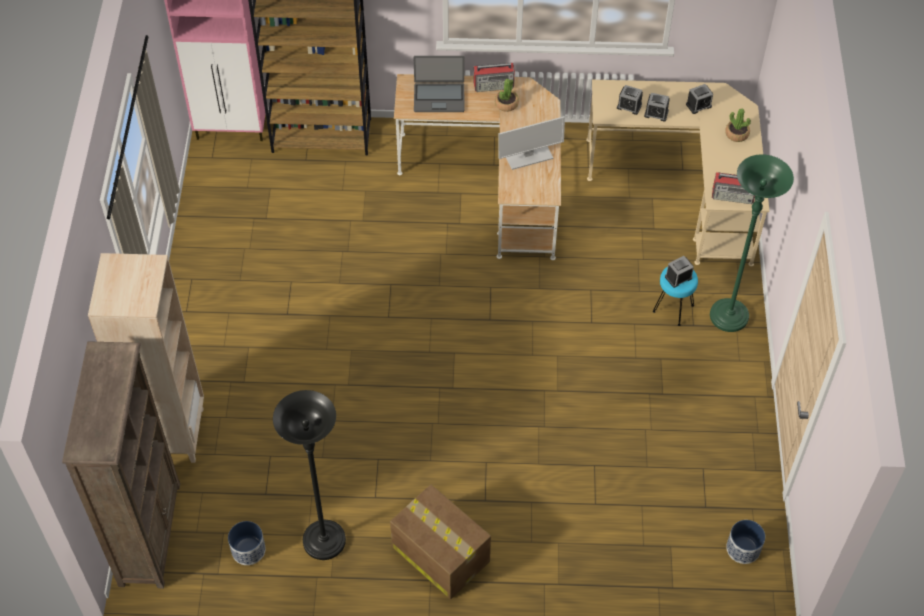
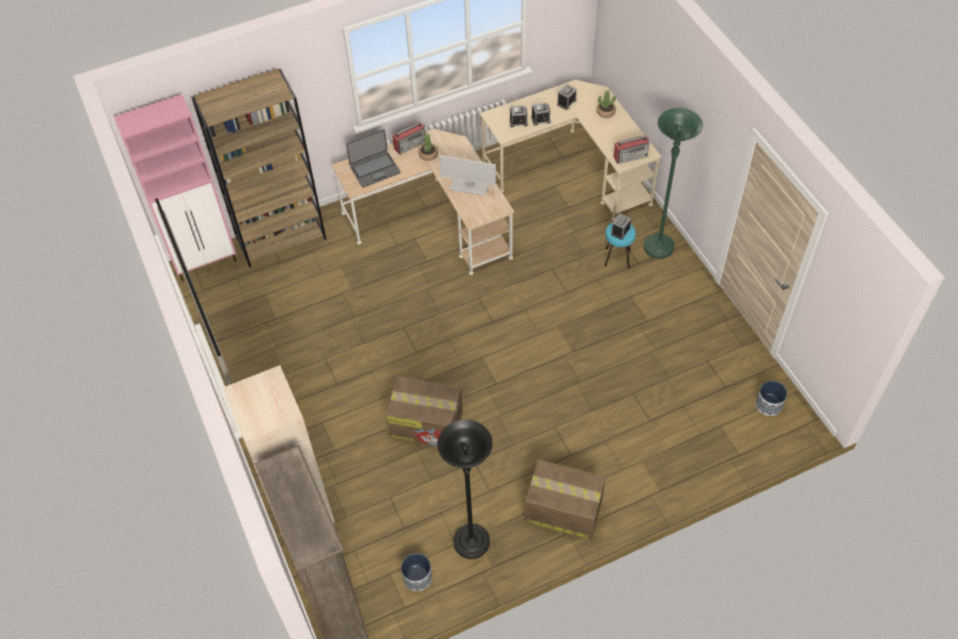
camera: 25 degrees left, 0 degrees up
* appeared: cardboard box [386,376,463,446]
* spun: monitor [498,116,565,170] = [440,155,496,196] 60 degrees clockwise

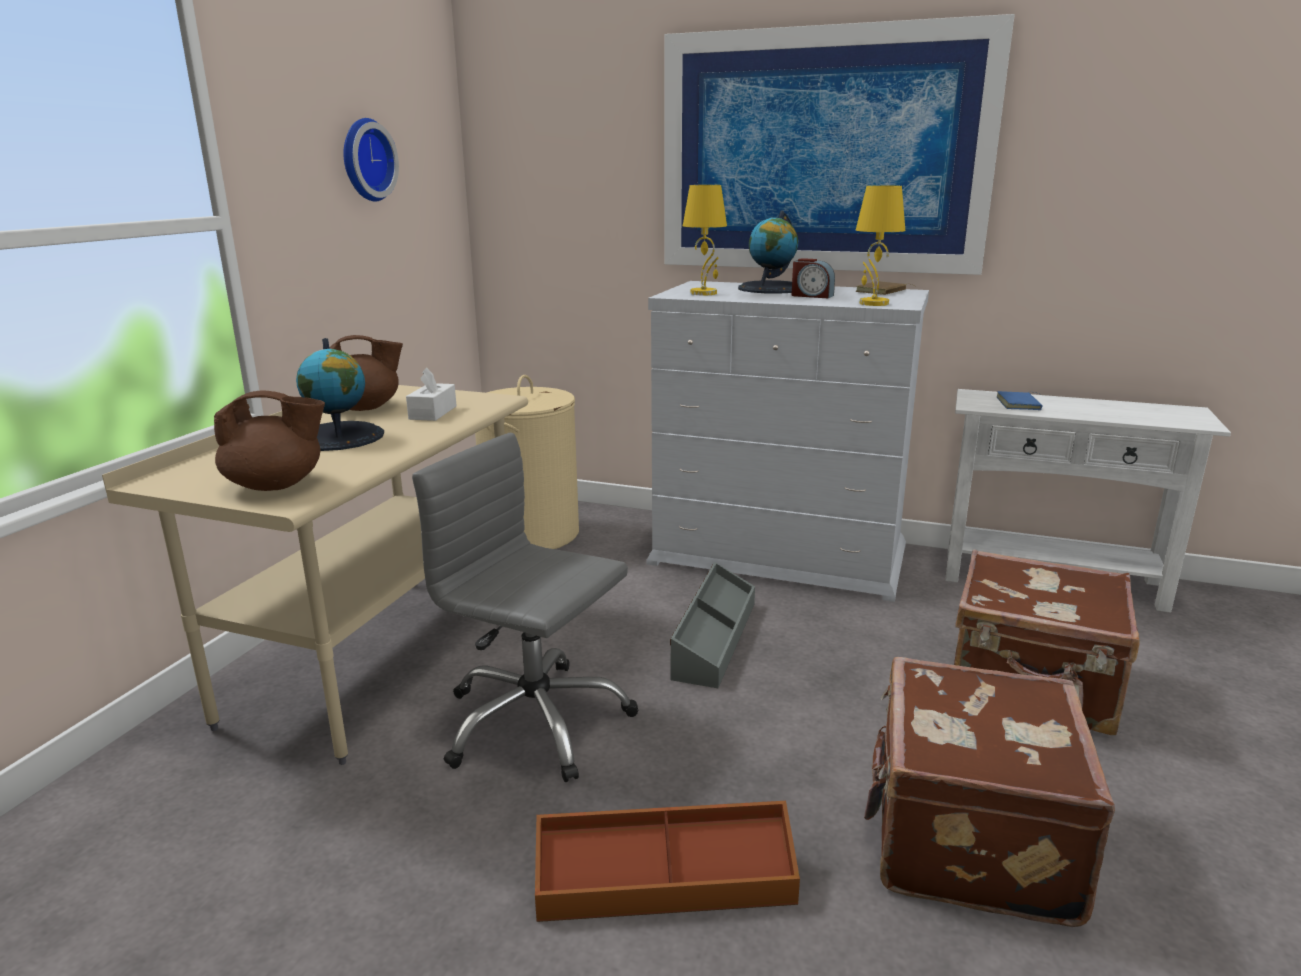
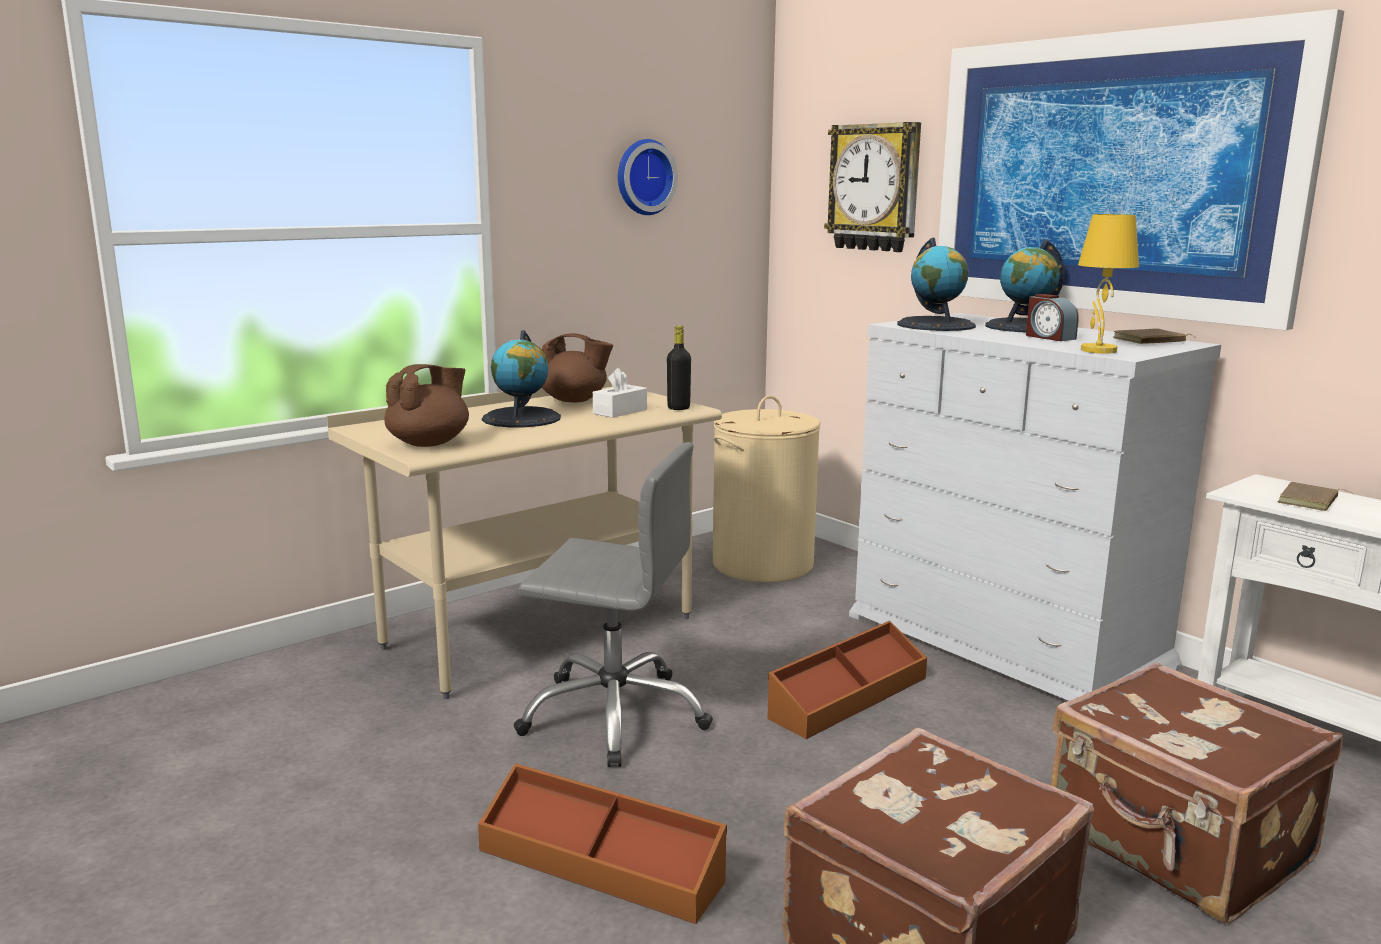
camera: 30 degrees right, 5 degrees down
* spun: teapot in brown [214,390,325,491] = [384,364,469,447] 75 degrees counterclockwise
* spun: office chair in grey [412,433,638,782] = [514,442,713,767] 135 degrees clockwise
* appeared: bottle in black [667,326,691,410]
* colour: storage box in grey [670,562,755,688] to storage box in brown [767,621,927,739]
* appeared: wall clock [824,122,921,252]
* exchanged: table lamp in yellow [683,185,727,295] to globe [897,238,976,331]
* colour: book in blue [997,391,1043,410] to book in brown [1278,482,1353,511]

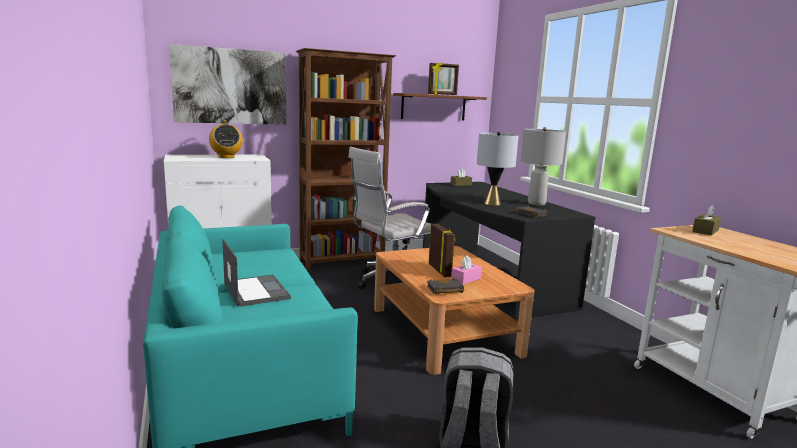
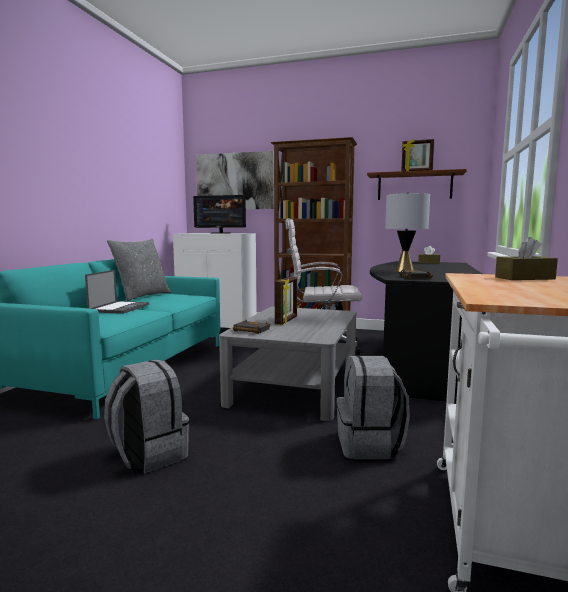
camera: 40 degrees right, 5 degrees down
* appeared: pillow in grey [107,239,171,301]
* exchanged: radio [209,120,243,158] to monitor [193,195,246,234]
* colour: coffee table in brown [374,246,535,375] to coffee table in grey [219,307,357,421]
* appeared: backpack in grey [336,355,410,459]
* missing: tissue box in pink [451,255,482,285]
* missing: table lamp in grey [521,127,566,205]

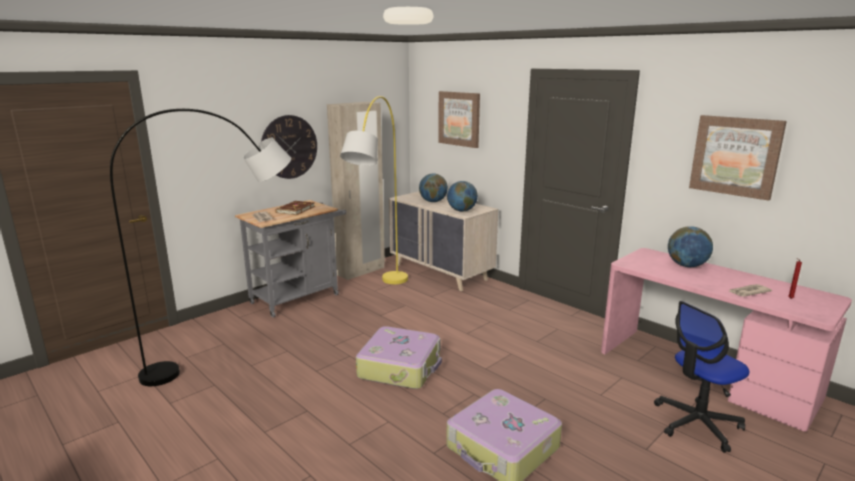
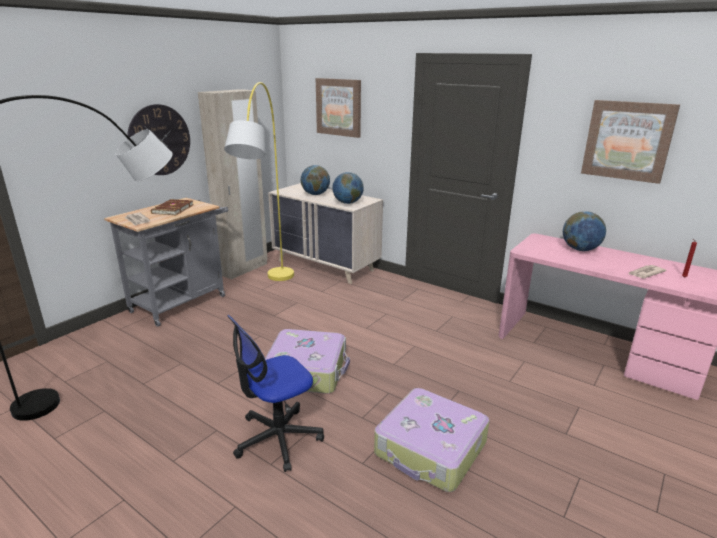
camera: 10 degrees left, 5 degrees up
* relocated: office chair [654,301,749,453] to [227,315,324,472]

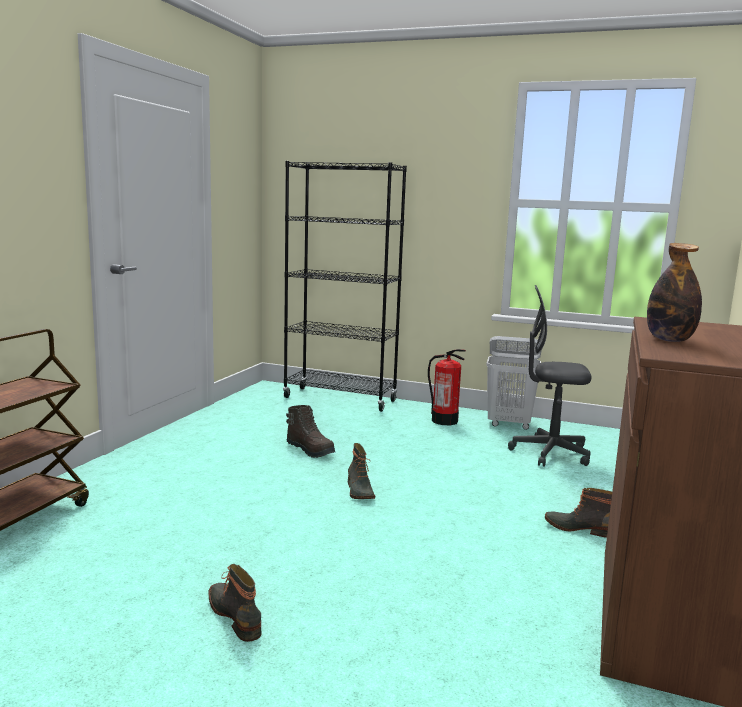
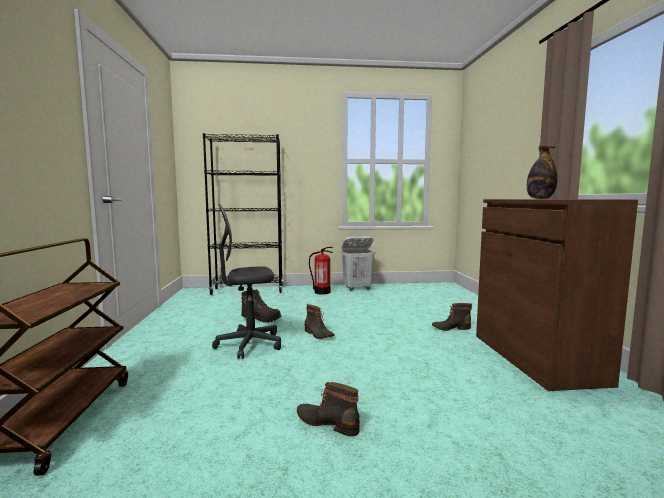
camera: 25 degrees left, 5 degrees down
* relocated: office chair in grey [508,285,591,467] to [212,204,281,359]

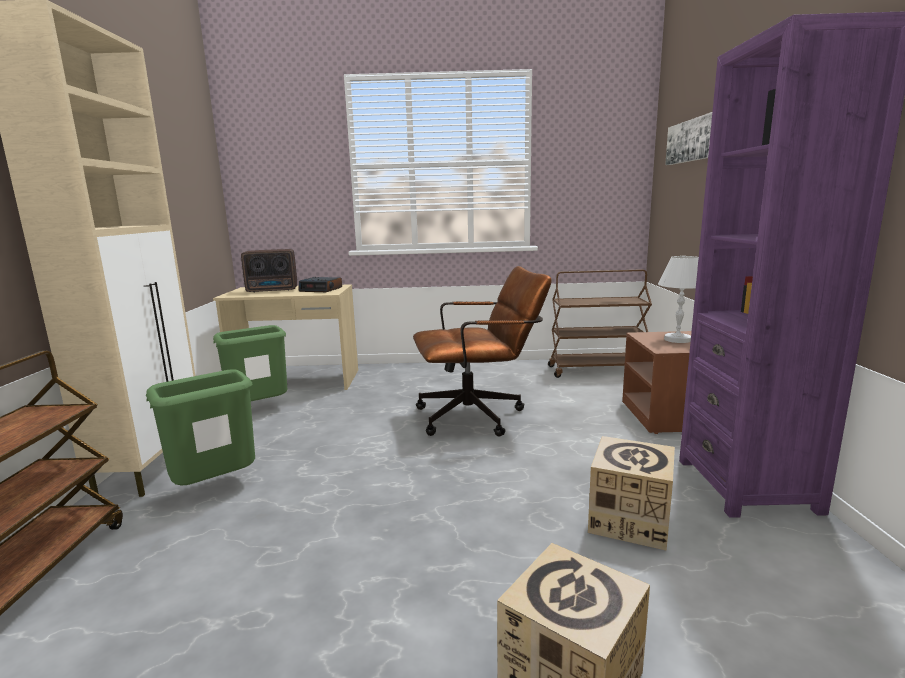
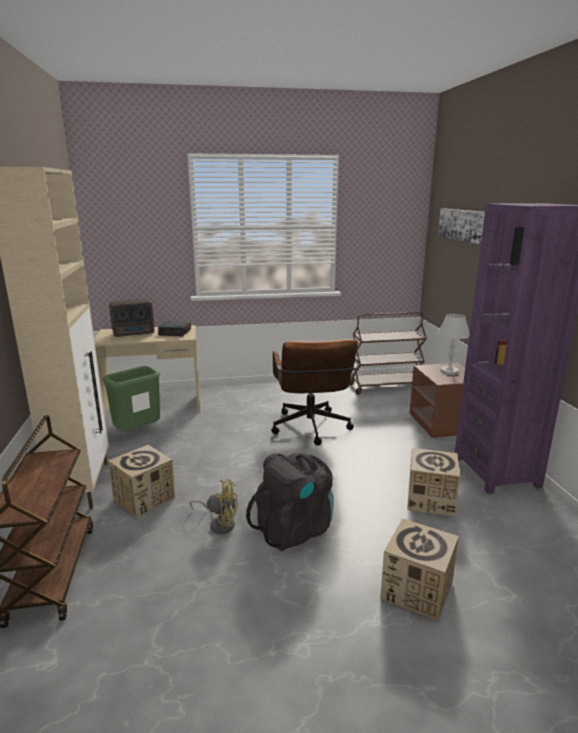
camera: 10 degrees left, 5 degrees up
* exchanged: trash can in green [146,369,255,489] to cardboard box [108,445,175,518]
* appeared: fan in yellow [189,479,238,534]
* appeared: backpack in black [246,453,334,551]
* spun: office chair in brown [413,266,552,437] = [271,339,358,445] 105 degrees clockwise

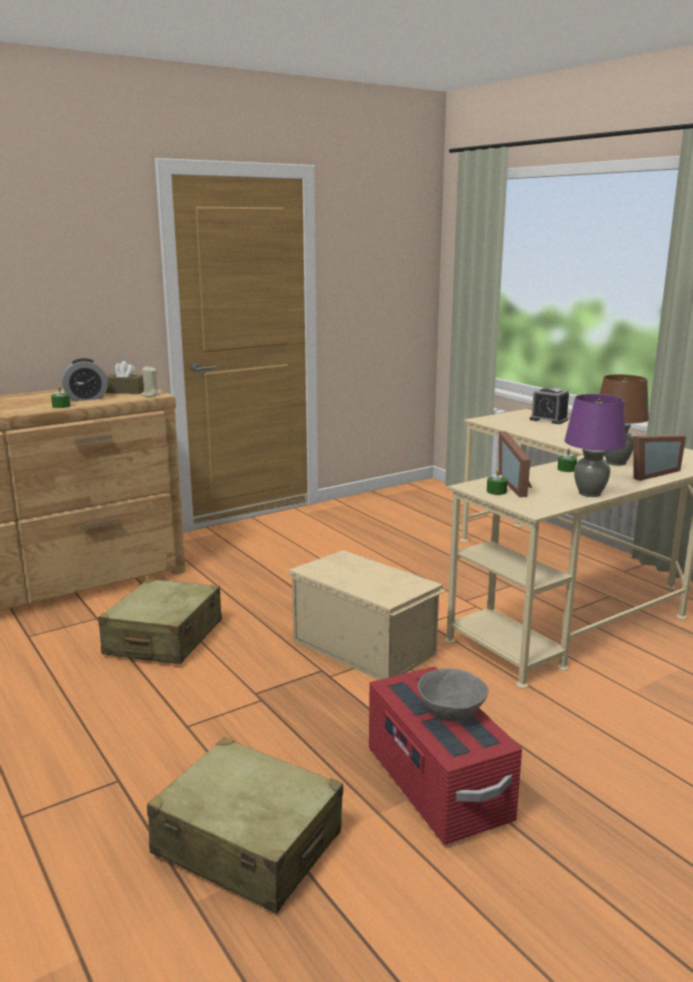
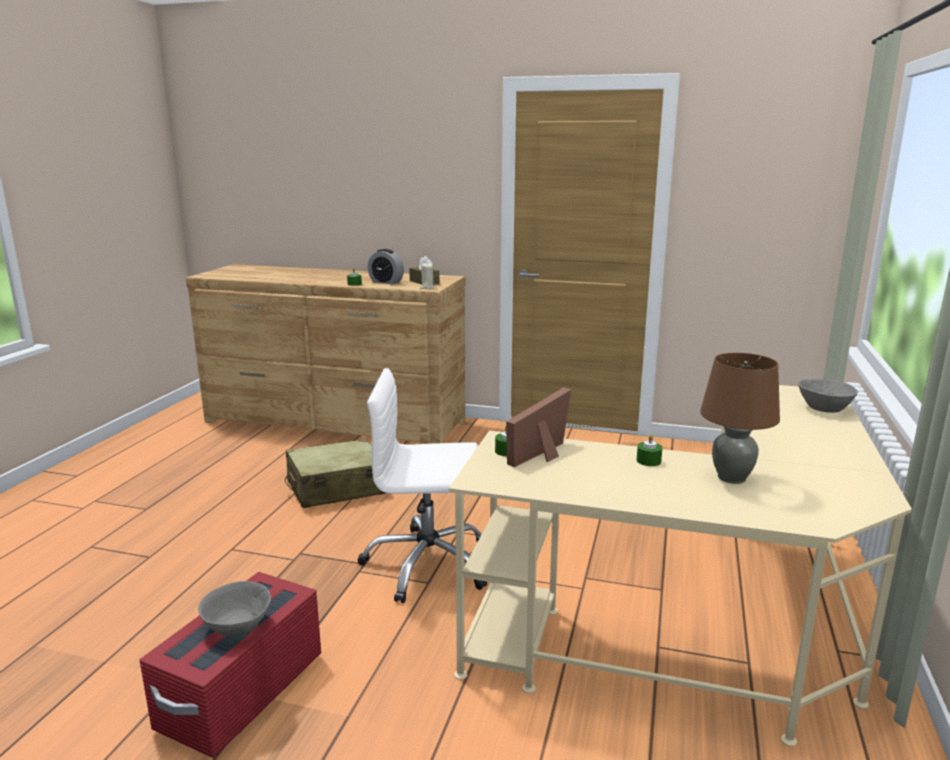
camera: 50 degrees right, 0 degrees up
* exchanged: storage box in beige [288,550,446,680] to office chair in white [357,368,487,603]
* exchanged: alarm clock [530,387,569,424] to bowl in grey [798,379,858,413]
* missing: suitcase in beige [147,737,343,914]
* missing: table lamp in purple [565,394,626,497]
* missing: picture frame [633,435,686,481]

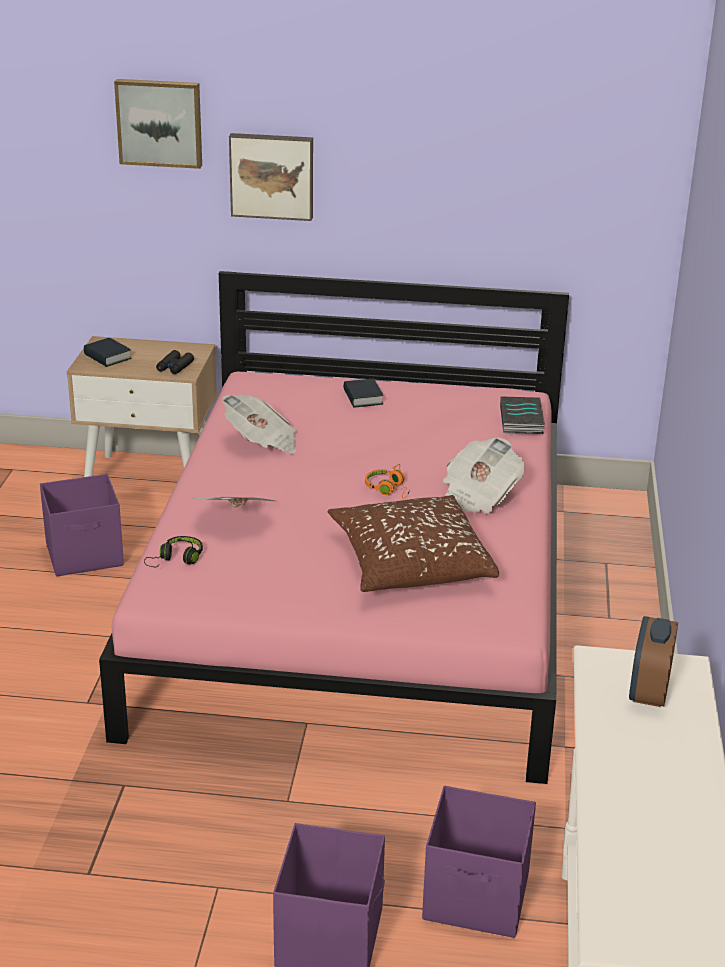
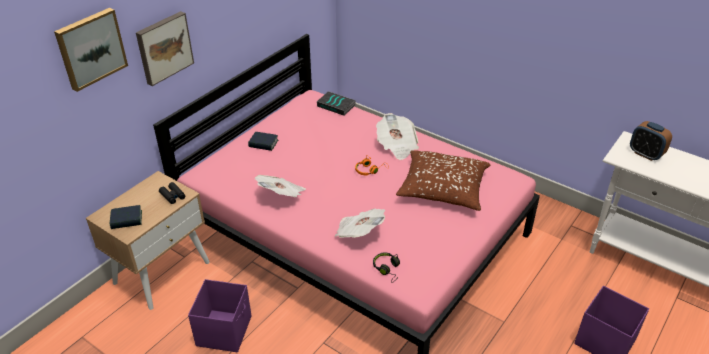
camera: 60 degrees left, 10 degrees up
* missing: storage box in purple [422,785,536,938]

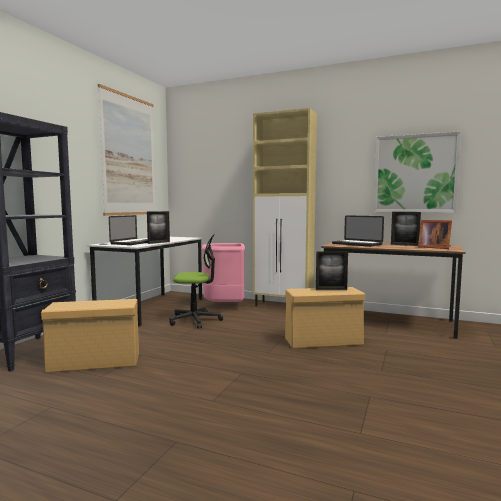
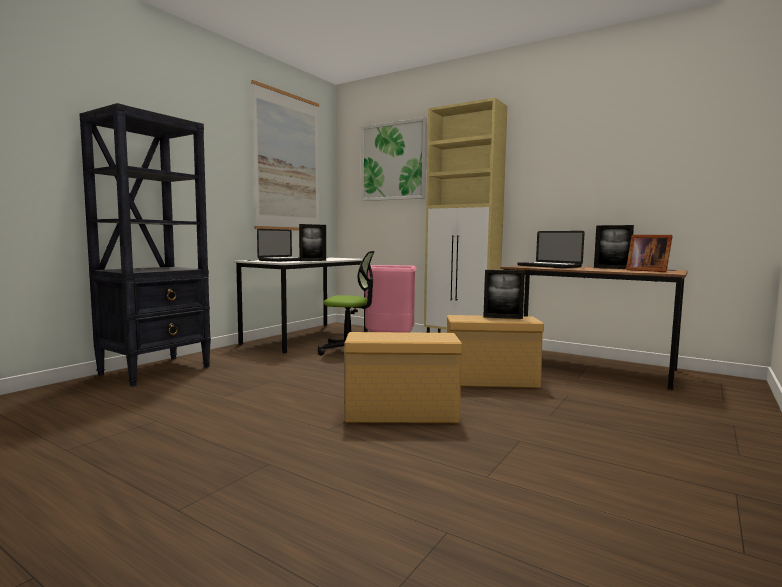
camera: 10 degrees right, 0 degrees up
* relocated: storage box in beige [41,299,139,373] to [345,332,462,423]
* relocated: picture [374,131,461,213] to [361,117,427,201]

